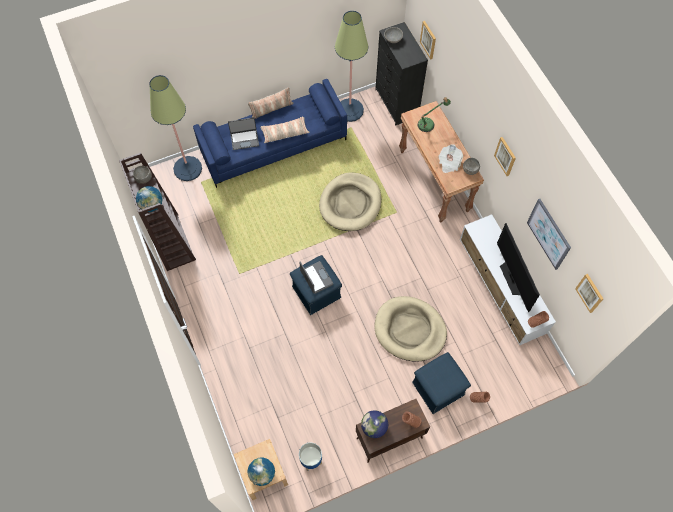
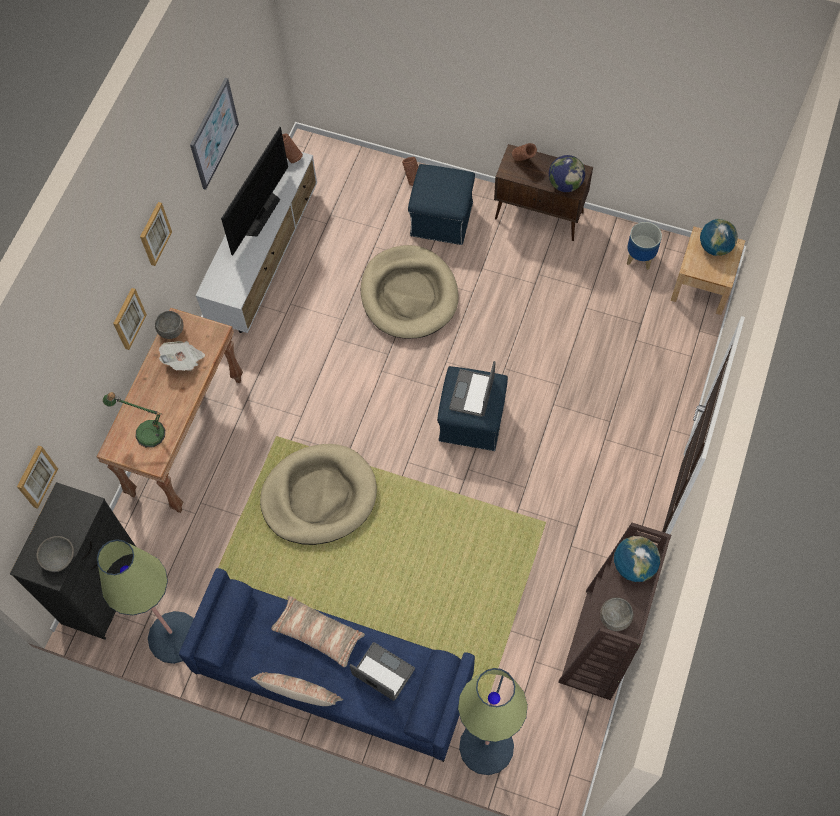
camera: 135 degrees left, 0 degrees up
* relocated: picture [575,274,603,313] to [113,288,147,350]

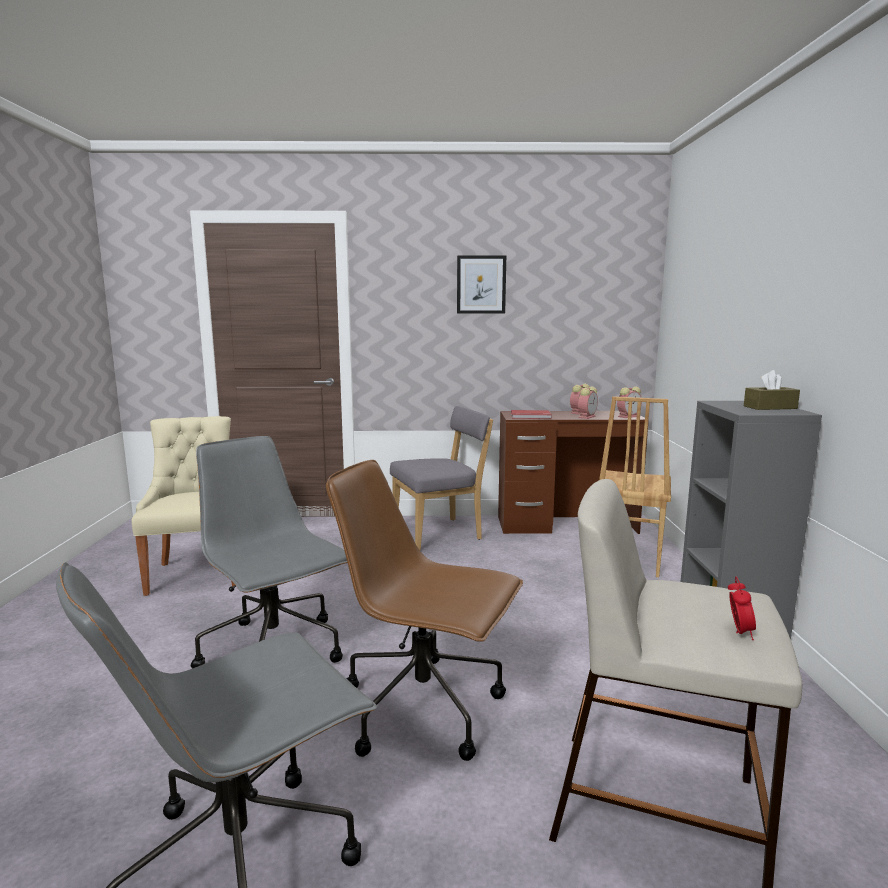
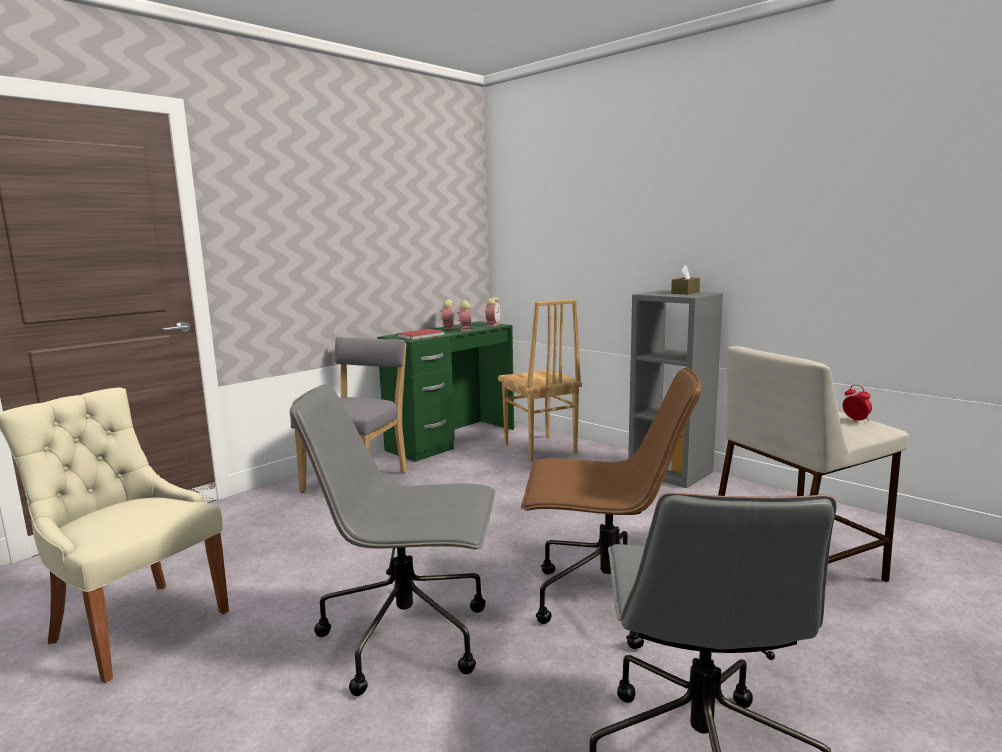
camera: 45 degrees left, 0 degrees up
* colour: desk in brown [498,411,649,534] to desk in green [377,321,514,462]
* spun: office chair in brown [326,460,523,761] = [521,368,702,649] 150 degrees counterclockwise
* missing: picture [457,255,506,314]

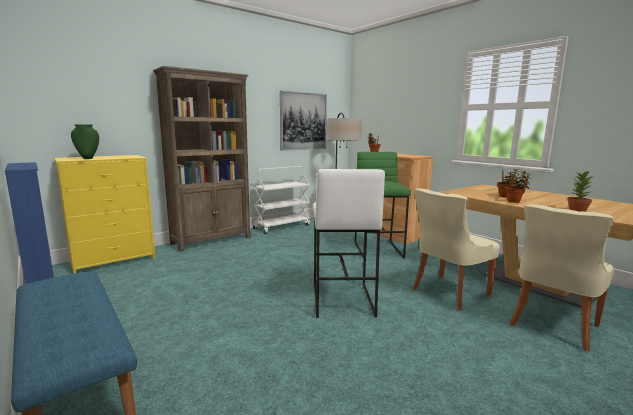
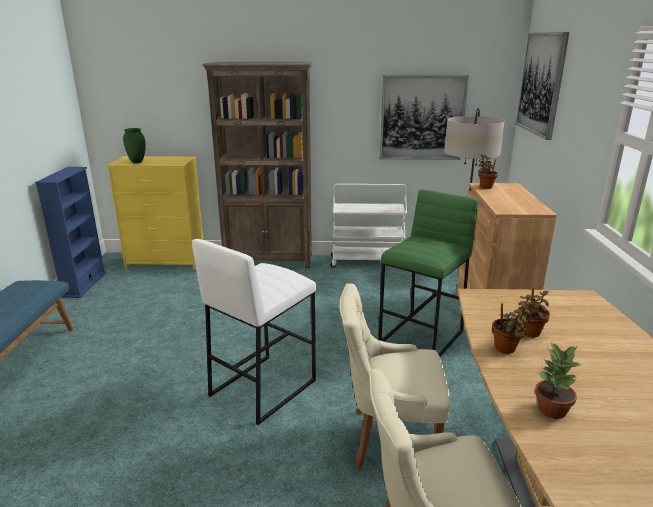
camera: 40 degrees right, 10 degrees up
* appeared: picture [516,32,569,140]

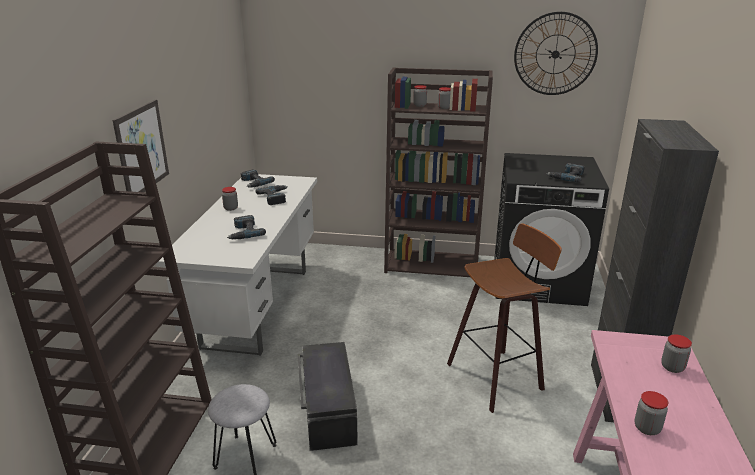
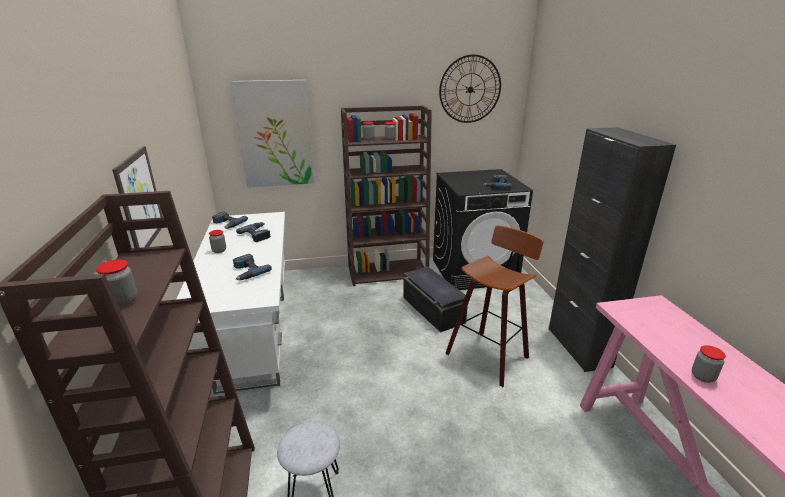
camera: 20 degrees left, 0 degrees up
* relocated: jar [661,334,692,373] to [96,259,138,307]
* appeared: picture [231,80,314,187]
* relocated: storage box in black [298,342,358,451] to [403,267,468,332]

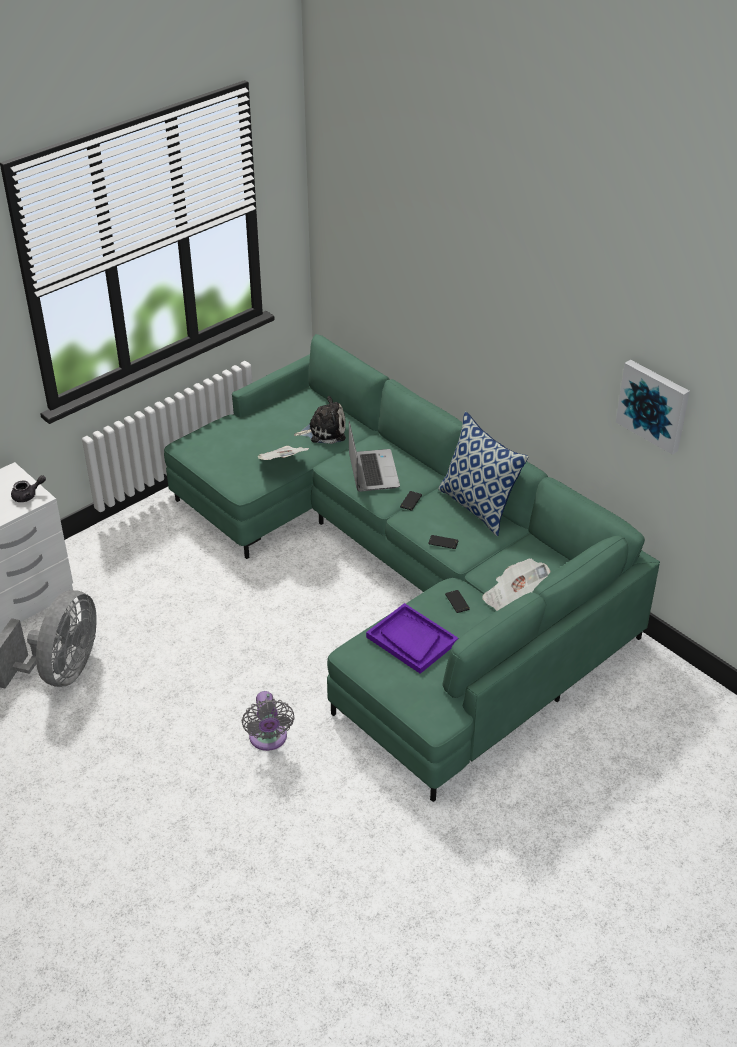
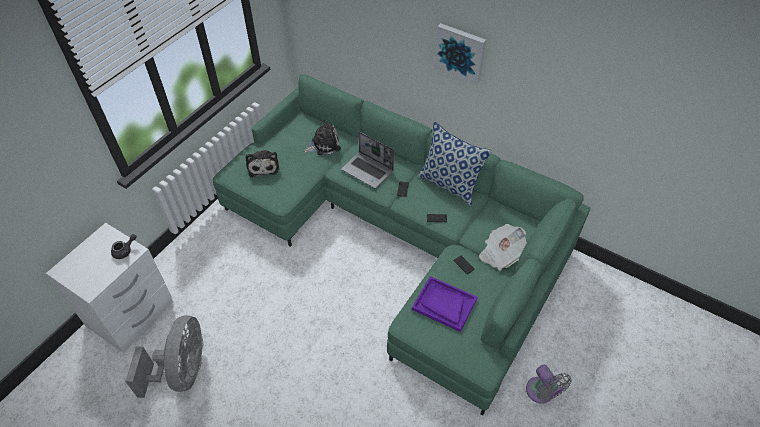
camera: 15 degrees left, 10 degrees up
* appeared: plush toy [245,150,279,178]
* spun: laptop [349,421,400,492] = [341,132,394,188] 150 degrees clockwise
* relocated: picture [616,360,690,455] to [434,23,486,85]
* relocated: fan in grey [242,691,295,751] to [526,365,572,403]
* missing: newspaper [258,446,309,460]

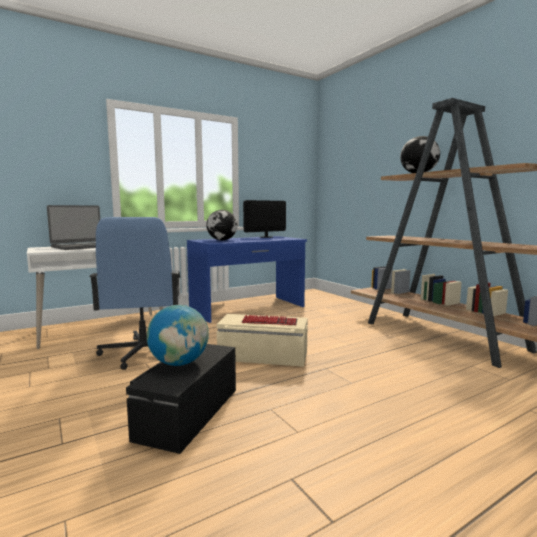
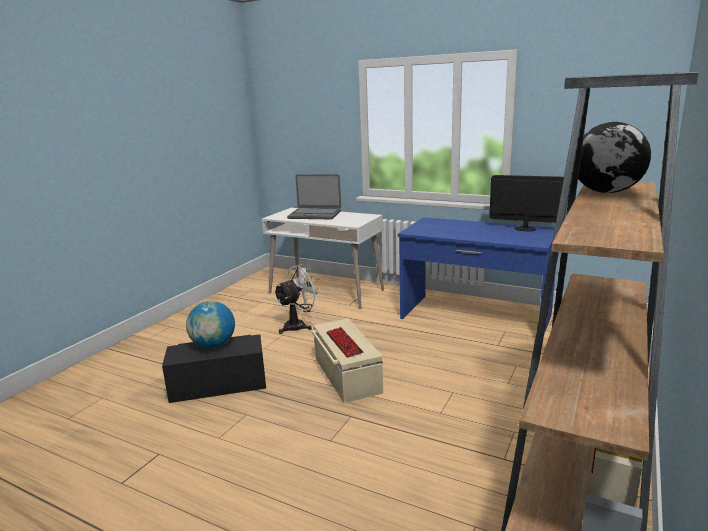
camera: 60 degrees right, 10 degrees up
* exchanged: office chair in blue [90,217,180,370] to fan in white [274,264,323,334]
* missing: globe [206,210,238,241]

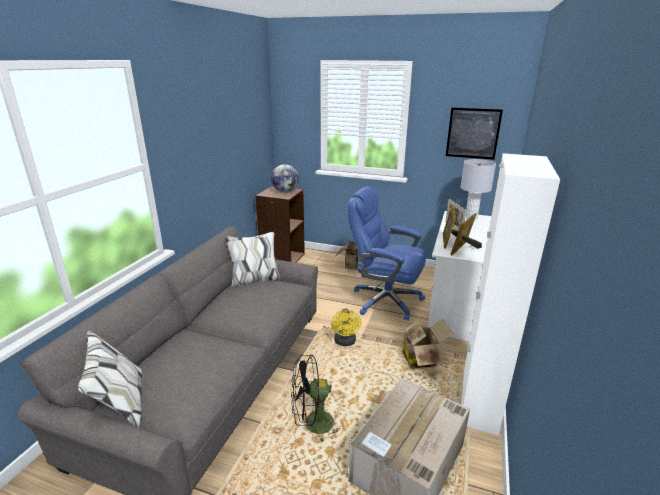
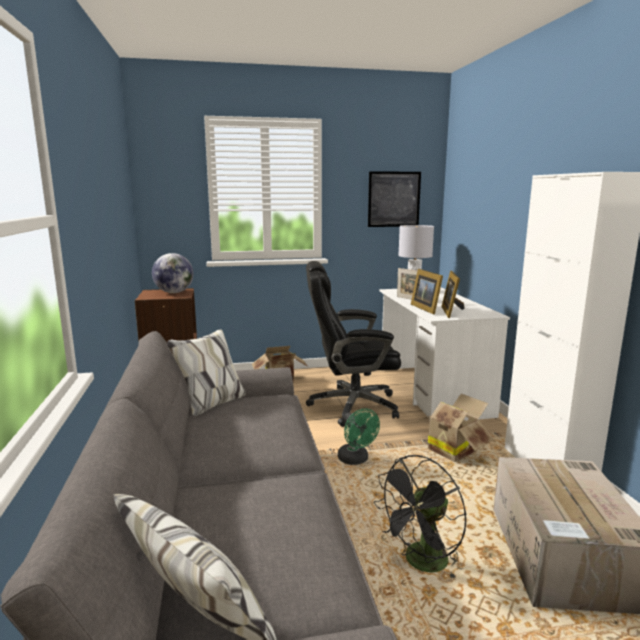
camera: 30 degrees left, 10 degrees down
* colour: office chair in blue [348,186,426,321] to office chair in black [306,261,401,427]
* colour: fan in yellow [331,309,361,346] to fan in green [338,408,380,465]

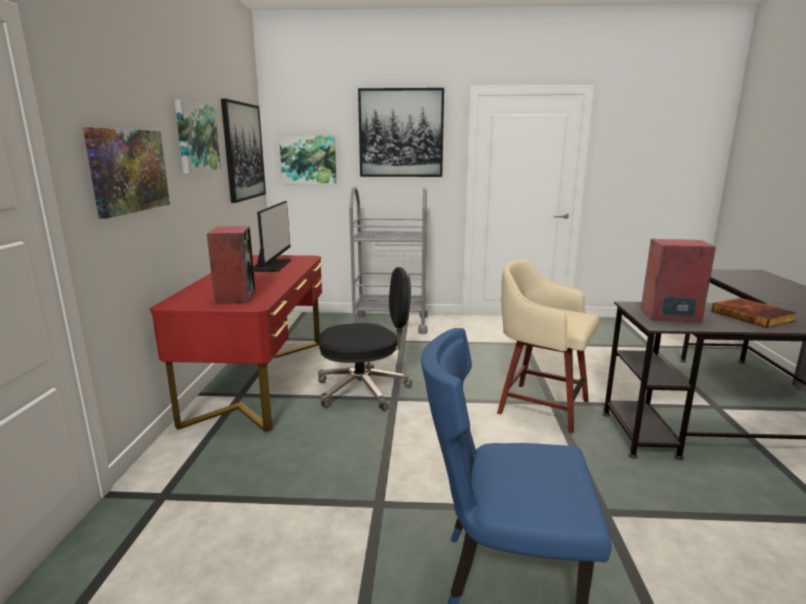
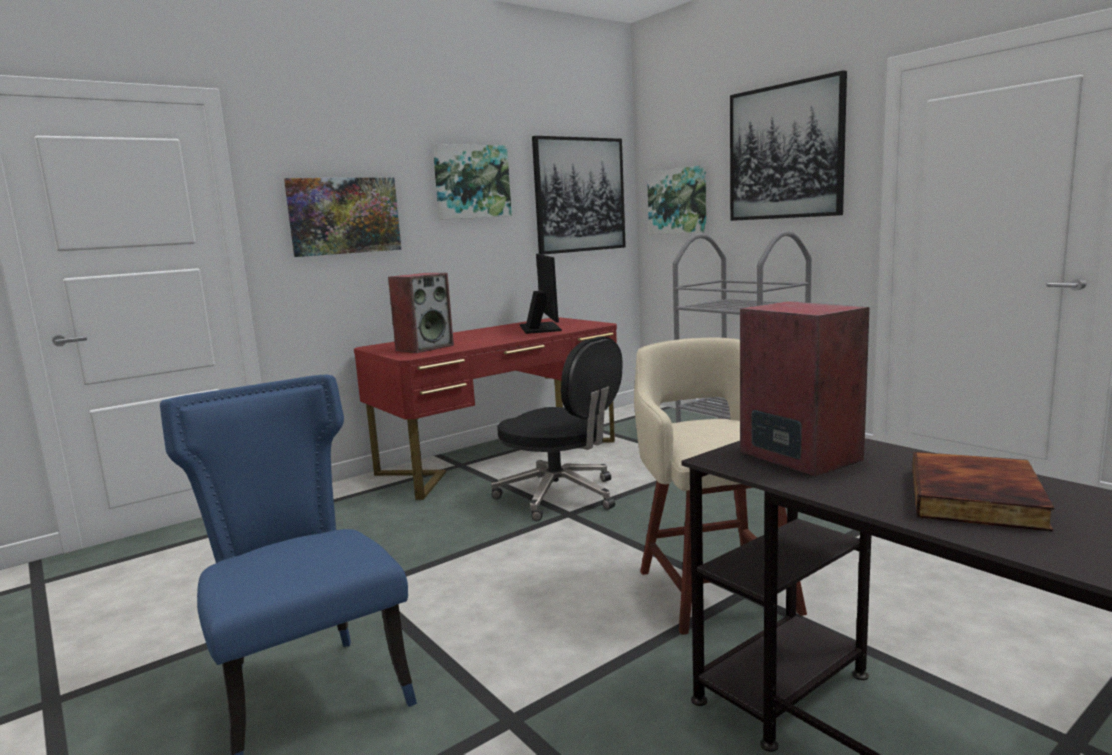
camera: 50 degrees right, 5 degrees down
* spun: monitor [253,201,291,272] = [520,254,562,334] 60 degrees counterclockwise

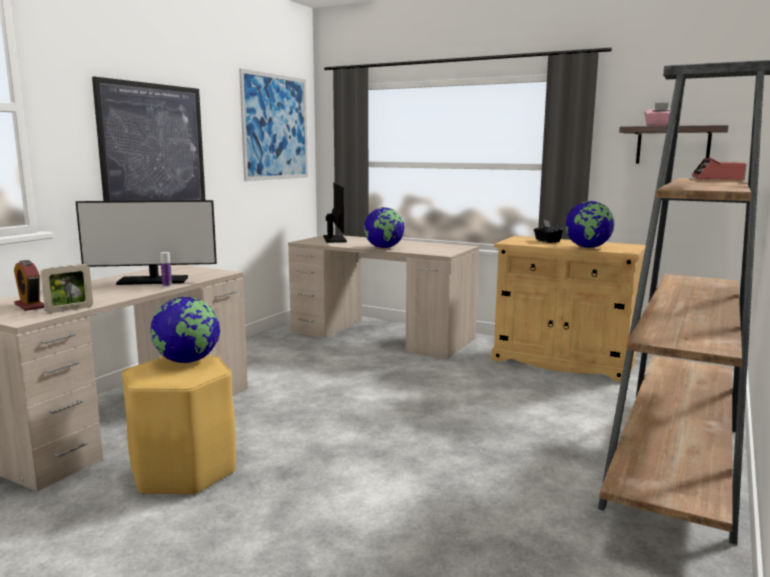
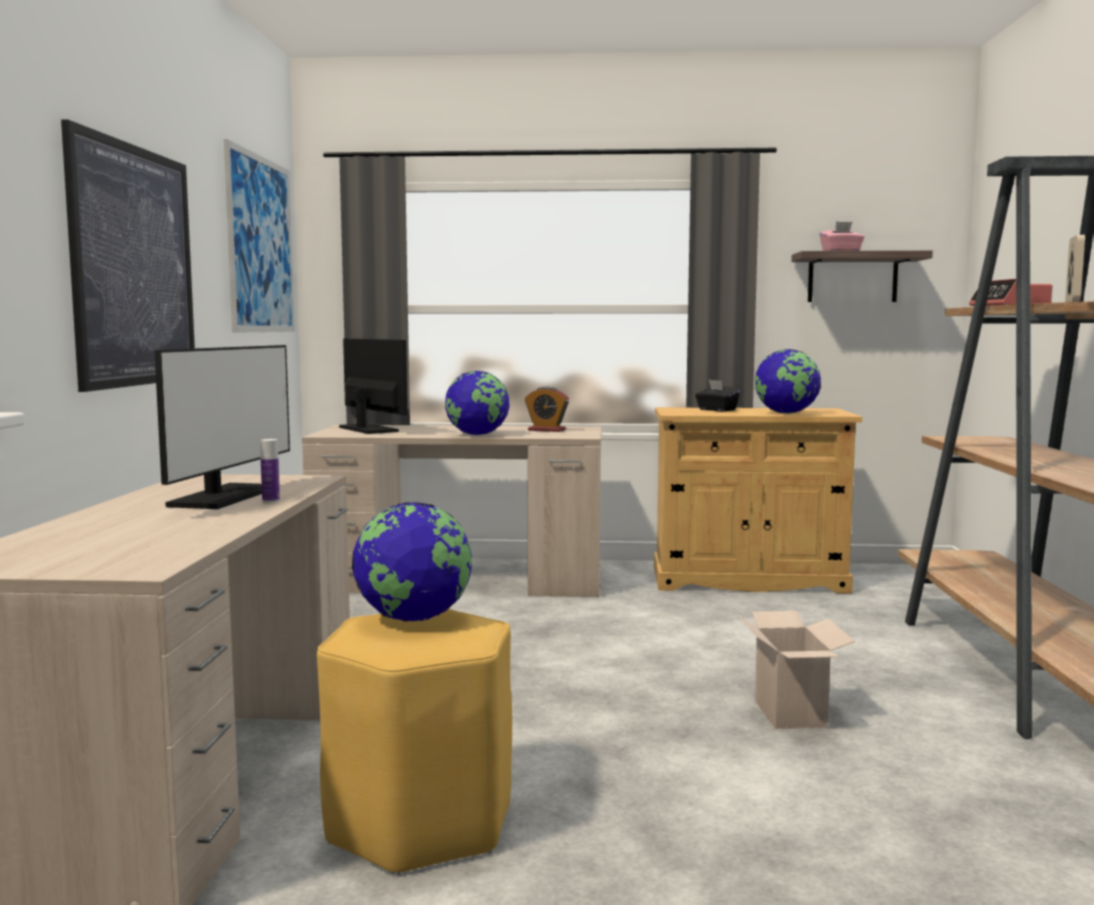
camera: 25 degrees left, 5 degrees down
* spun: monitor [76,200,217,285] = [154,345,290,509] 45 degrees counterclockwise
* relocated: alarm clock [14,260,44,311] to [525,386,569,432]
* appeared: cardboard box [738,611,855,729]
* relocated: picture frame [40,264,93,313] to [1065,235,1085,302]

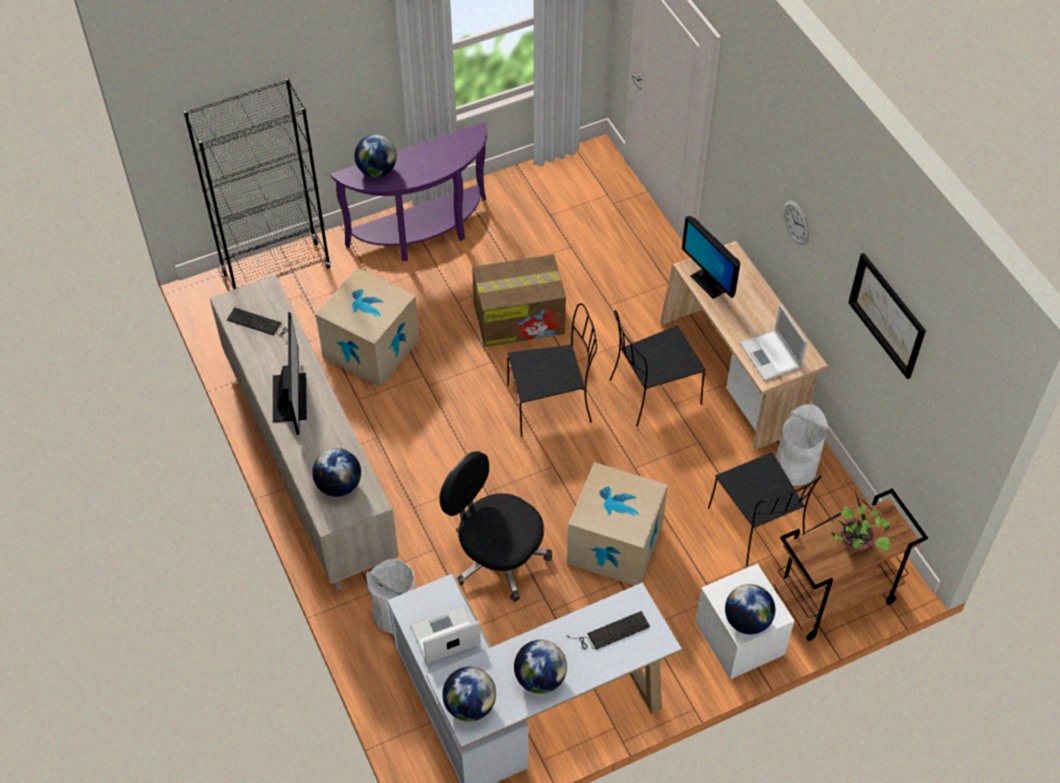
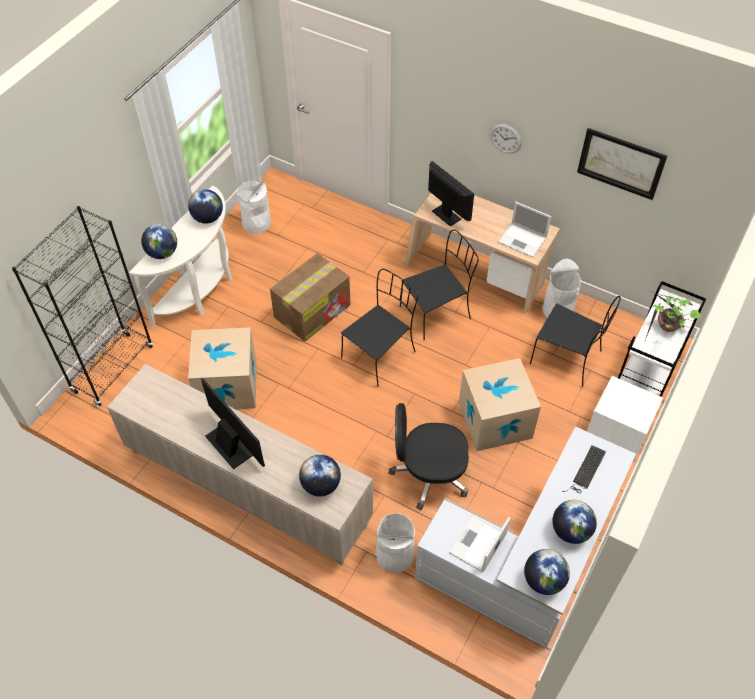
camera: 35 degrees left, 0 degrees up
* colour: console table in purple [331,122,487,261] to console table in white [129,185,232,327]
* relocated: globe [725,584,775,635] to [188,189,223,224]
* appeared: trash can in white [237,180,271,234]
* spun: chair in black [610,310,706,427] = [400,229,478,340] 150 degrees counterclockwise
* spun: monitor [682,216,740,299] = [428,161,474,227] 150 degrees counterclockwise
* colour: cart in brown [773,489,928,641] to cart in white [618,281,706,397]
* missing: keyboard [227,307,288,344]

